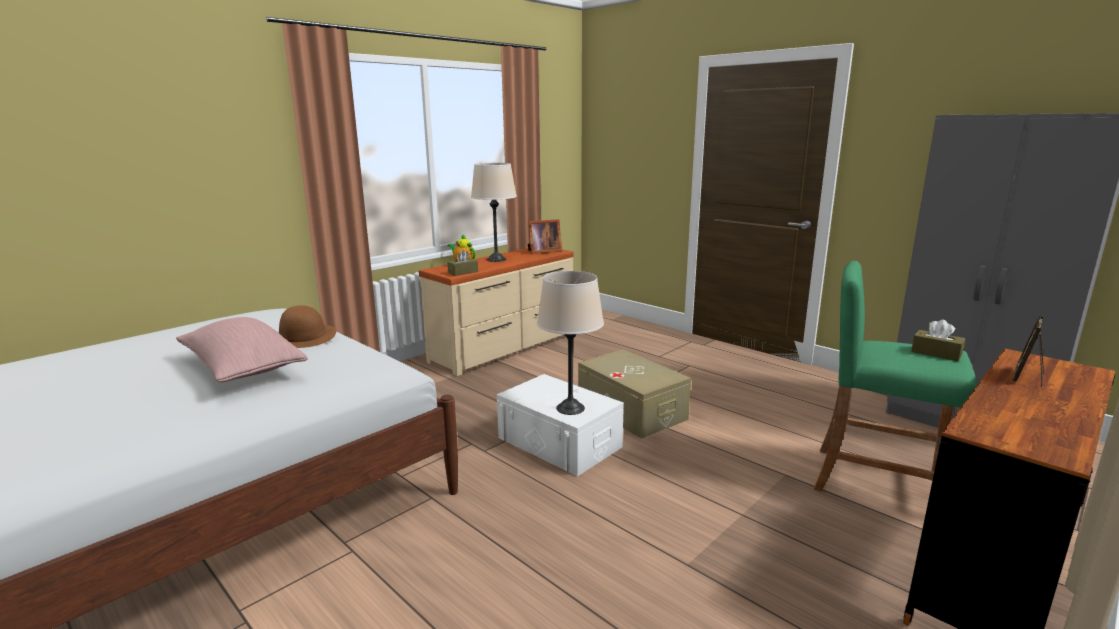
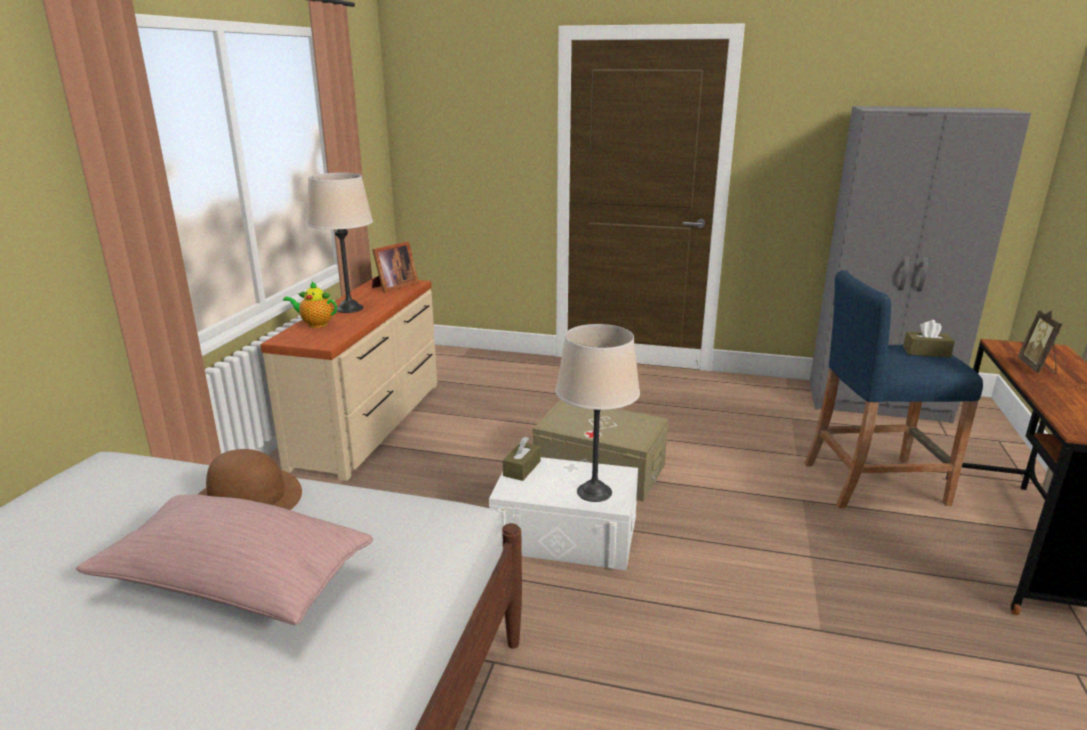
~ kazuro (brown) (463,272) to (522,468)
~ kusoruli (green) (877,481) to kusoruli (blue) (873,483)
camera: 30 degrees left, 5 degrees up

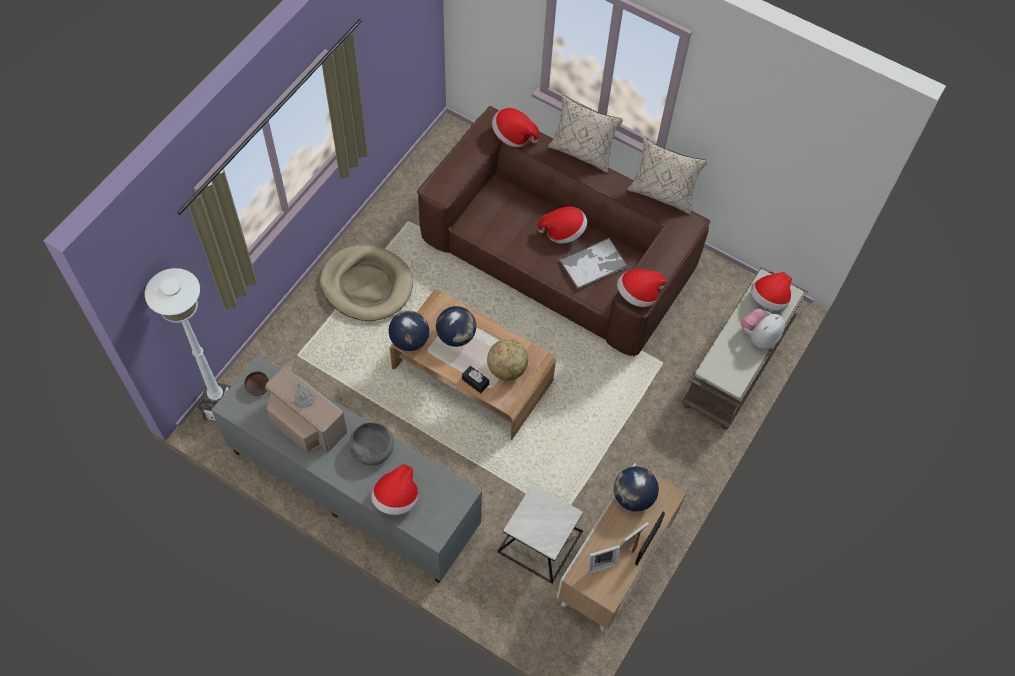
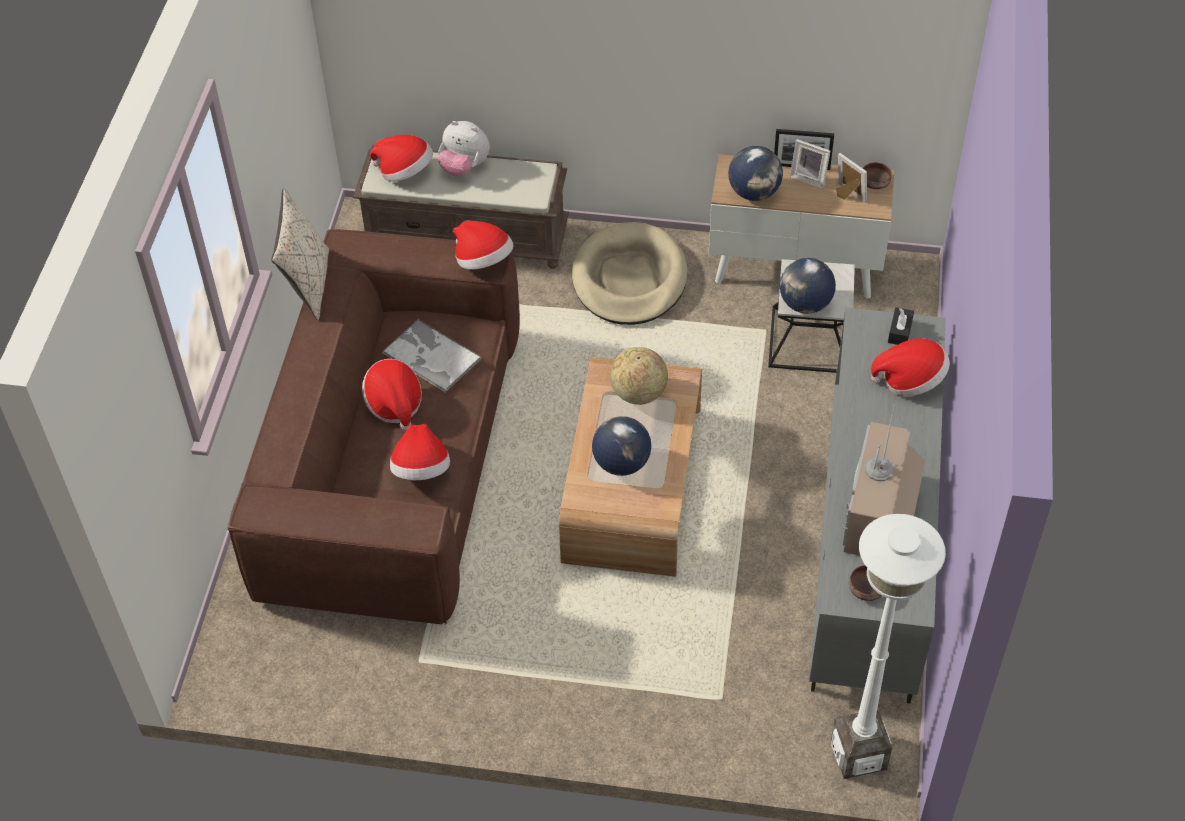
- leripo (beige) (582,152)
~ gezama (513,135) to (421,470)
~ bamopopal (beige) (367,285) to (629,279)
~ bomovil (409,340) to (805,304)
~ kazuro (black) (475,382) to (900,331)
- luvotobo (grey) (372,448)
+ luvotobo (brown) (875,182)
camera: 110 degrees left, 10 degrees down

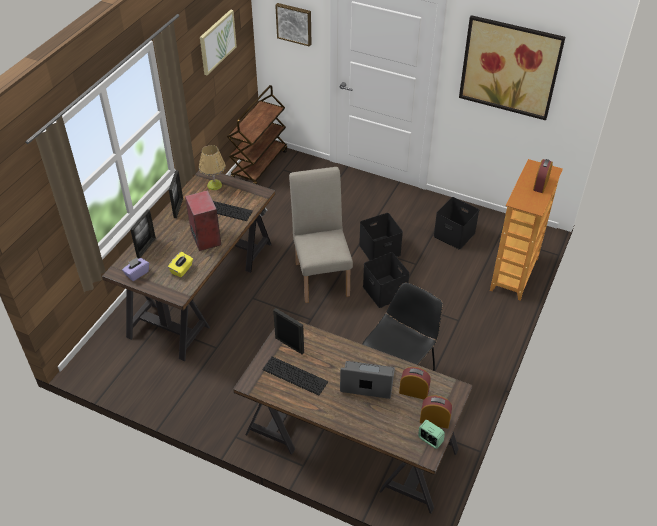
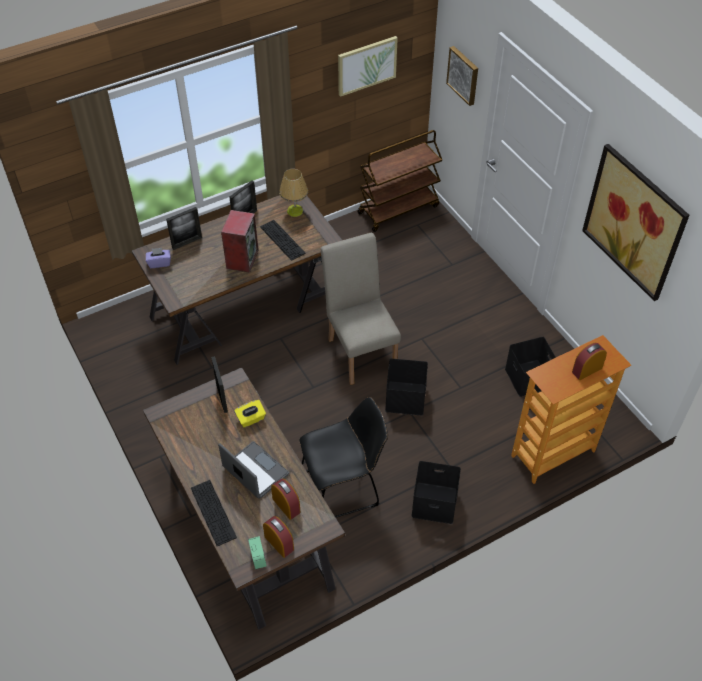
~ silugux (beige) (321,275) = (360,350) 45 degrees counterclockwise
~ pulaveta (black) (380,249) to (435,502)
~ kazuro (yellow) (182,270) to (251,419)
~ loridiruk (295,375) to (213,512)
camera: 35 degrees right, 5 degrees up

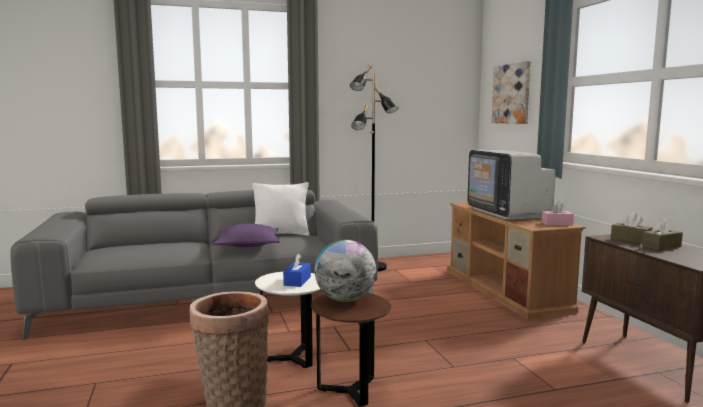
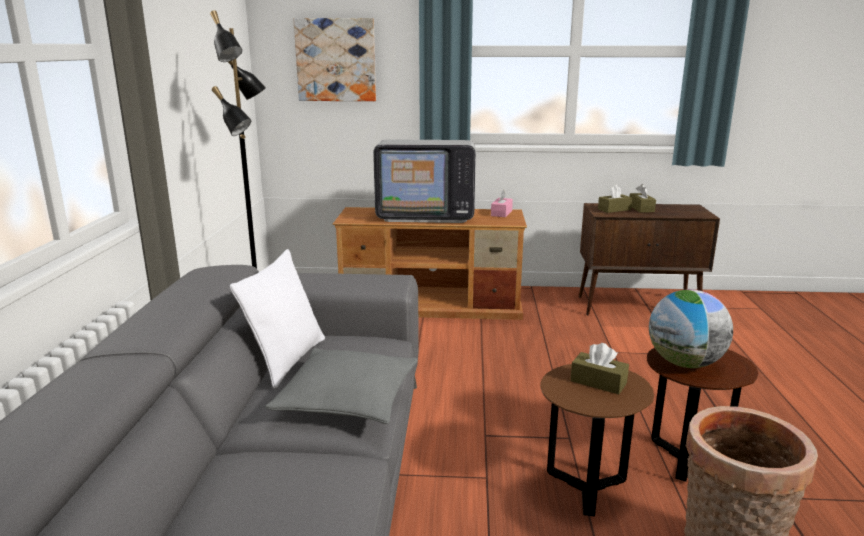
~ leripo (purple) (248,245) to leripo (grey) (347,399)
~ kazuro (blue) (297,281) to kazuro (brown) (598,382)
~ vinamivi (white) (292,358) to vinamivi (brown) (586,489)
camera: 70 degrees left, 10 degrees up

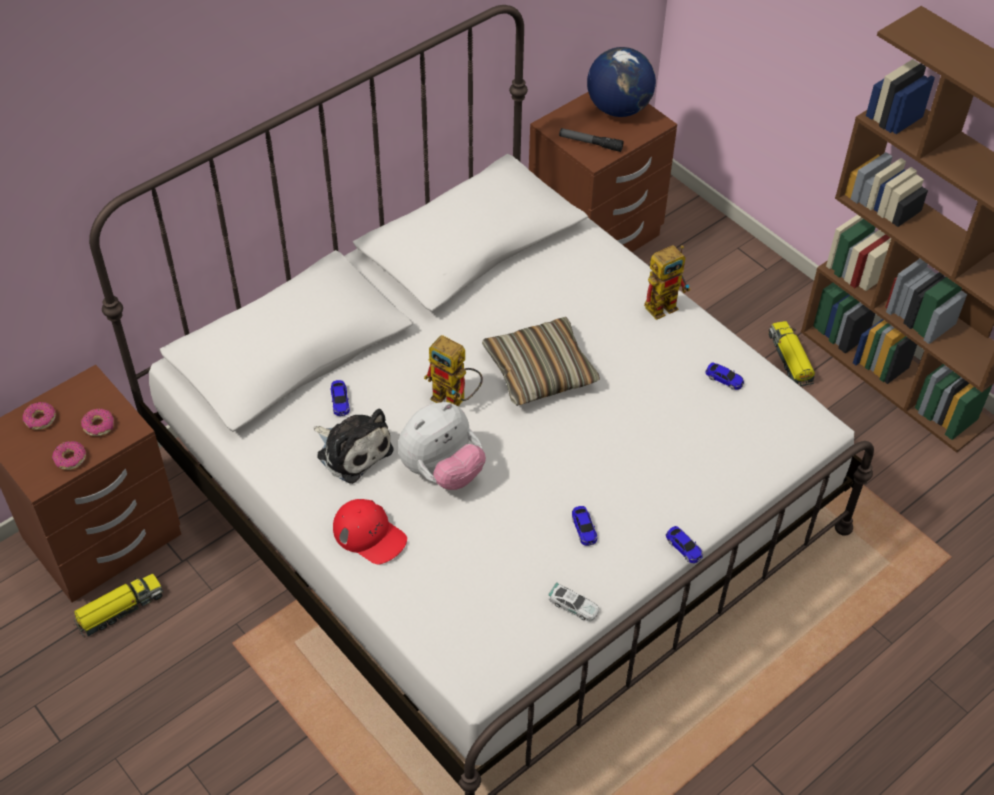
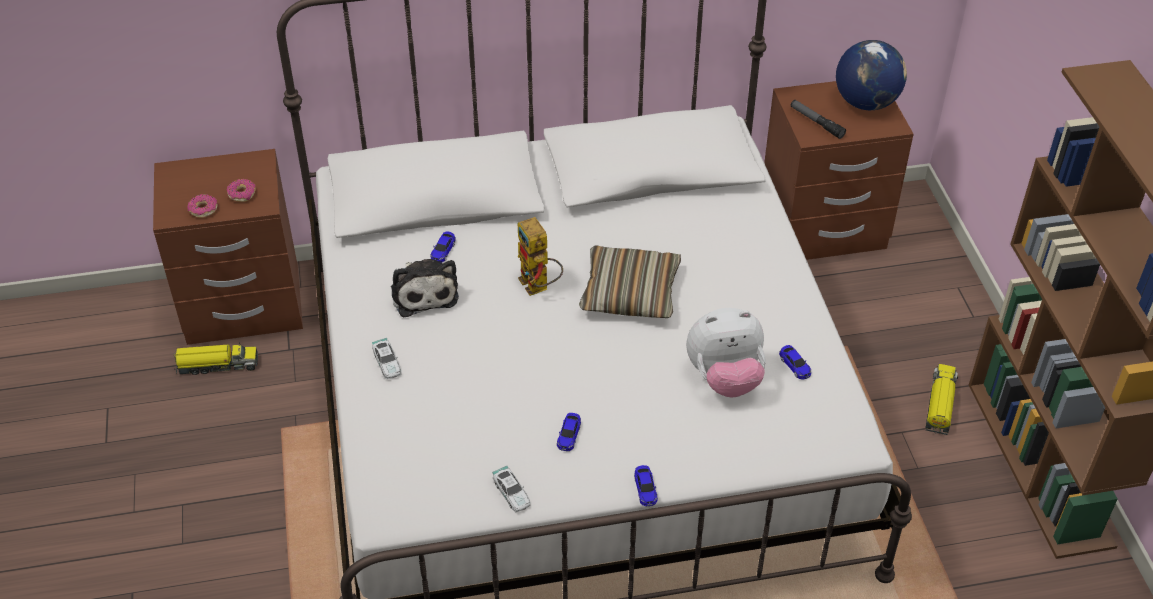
- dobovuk (665,304)
- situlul (40,419)
~ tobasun (442,471) to (725,378)
~ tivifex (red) (369,535) to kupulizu (387,363)
camera: 30 degrees right, 5 degrees down

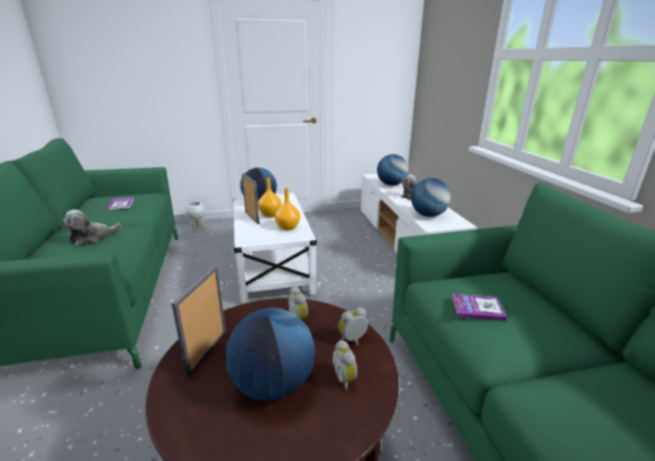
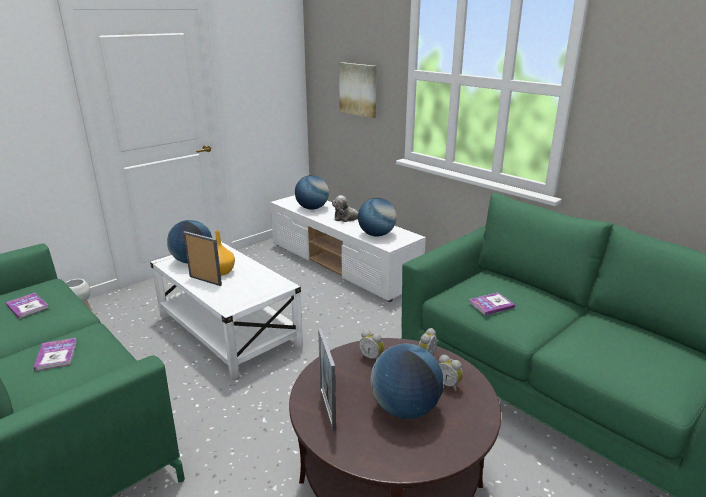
- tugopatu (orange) (288,227)
~ tobasun (92,238) to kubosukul (56,355)
+ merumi (358,89)
camera: 30 degrees left, 0 degrees up

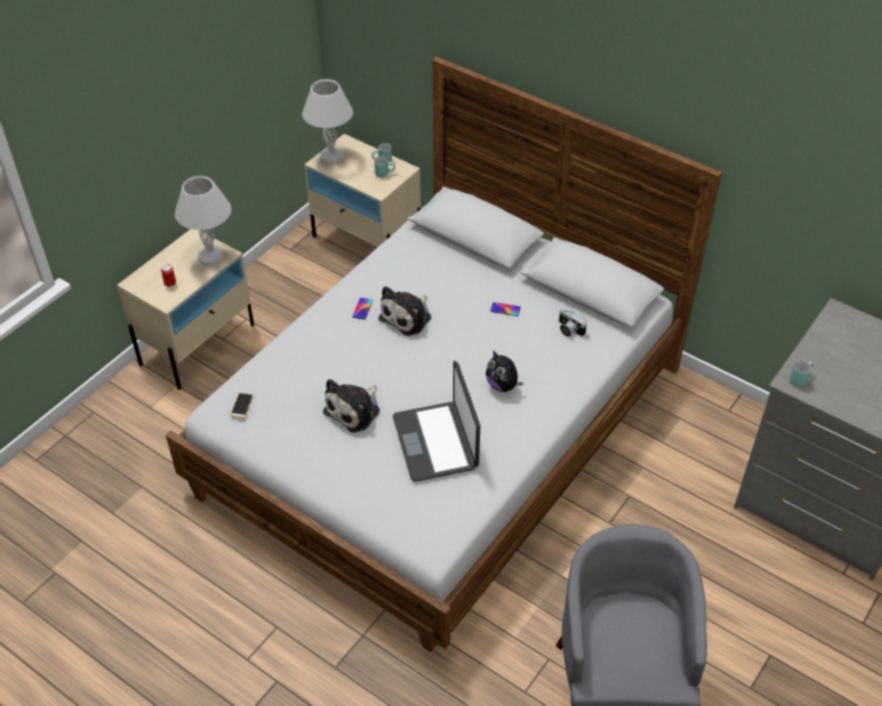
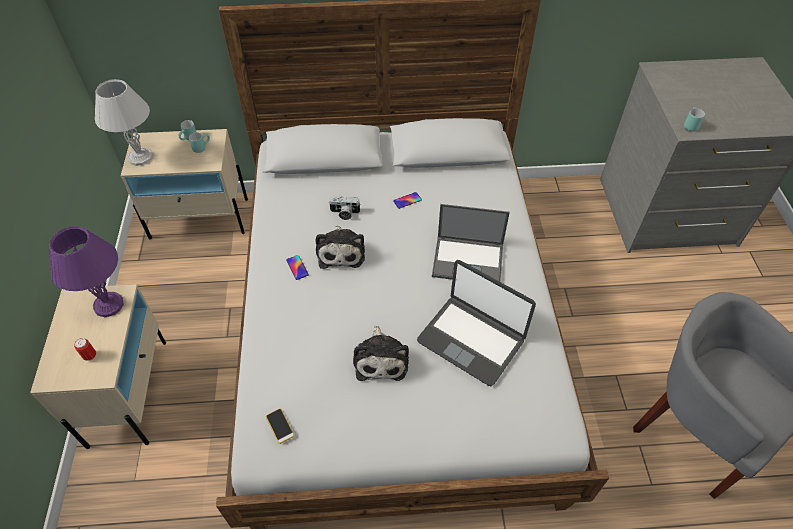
~ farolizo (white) (212,257) to farolizo (purple) (110,305)
~ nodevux (569,329) to (344,213)
~ tobasun (502,385) to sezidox (469,260)
camera: 40 degrees left, 5 degrees up

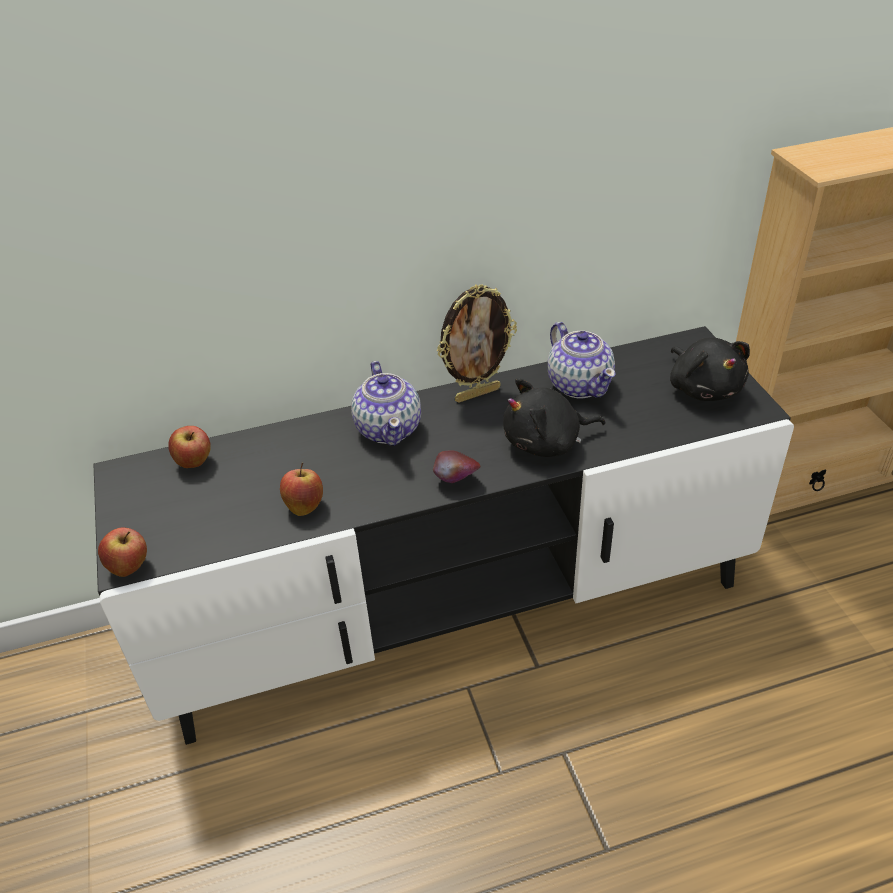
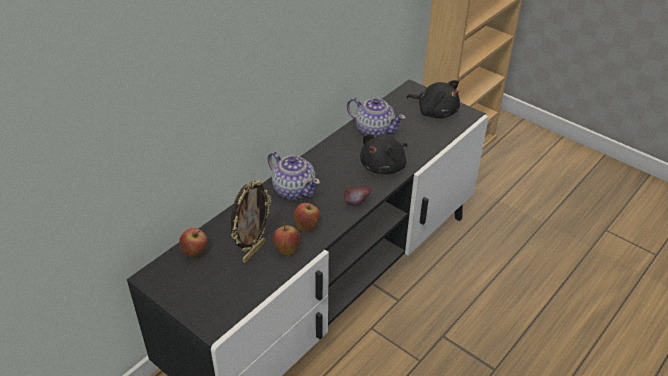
~ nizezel (477,394) to (253,251)
~ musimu (130,567) to (306,226)
camera: 35 degrees left, 0 degrees up

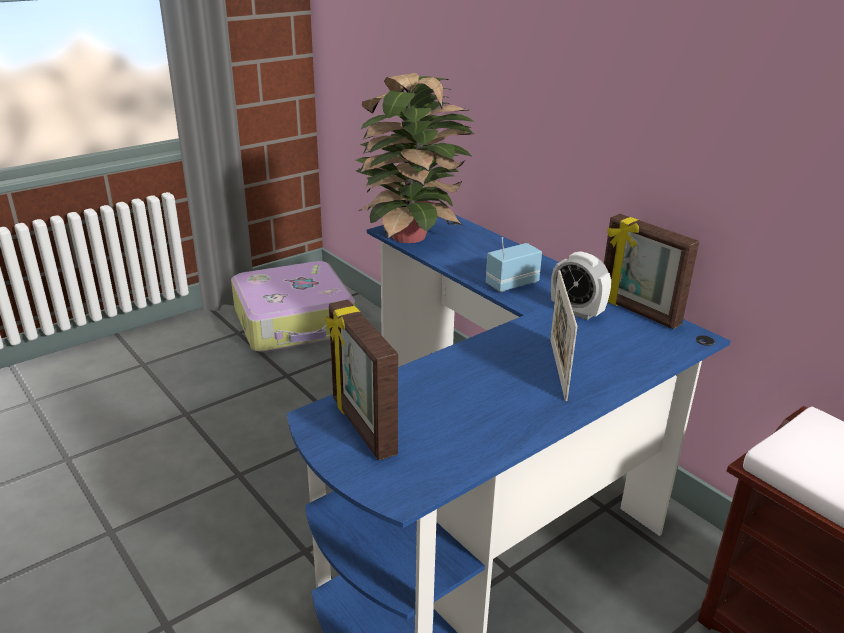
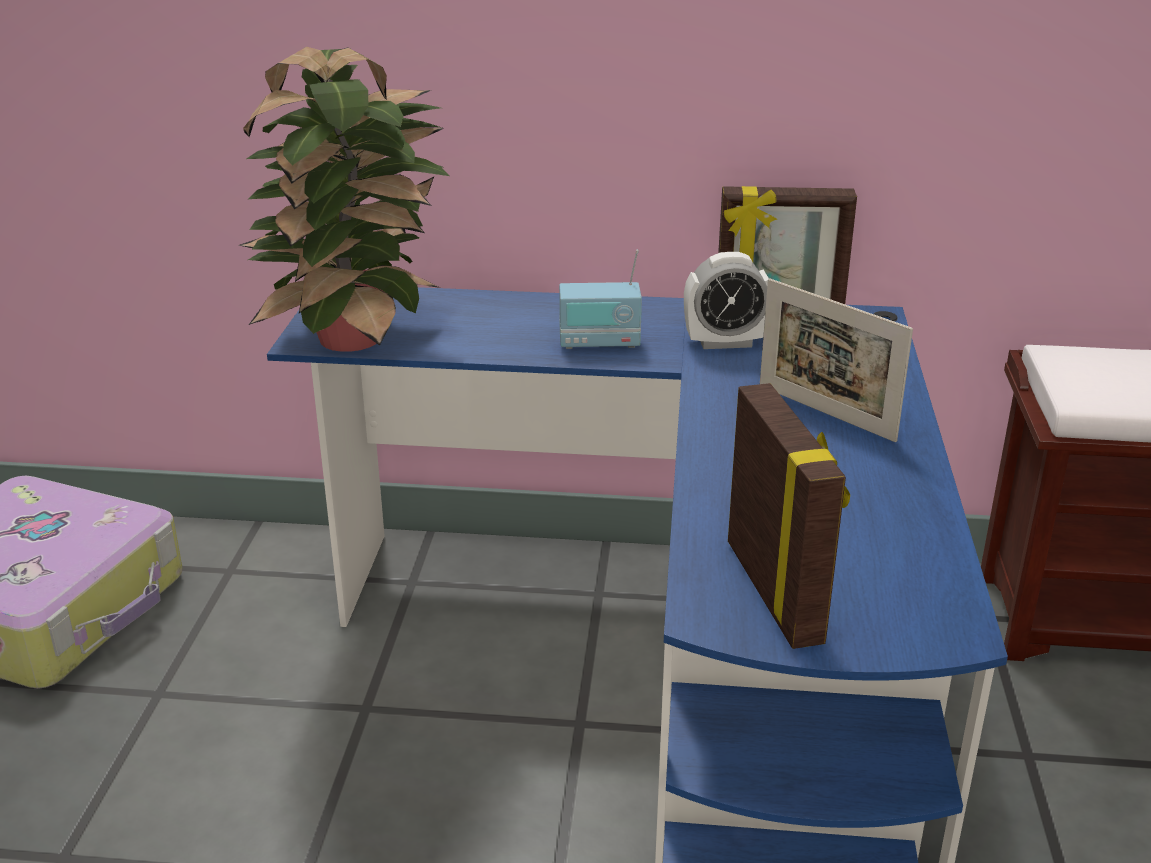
~ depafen (511,284) = (599,343) 105 degrees counterclockwise
~ nizezel (362,427) = (776,592) 120 degrees counterclockwise
camera: 45 degrees left, 0 degrees up

